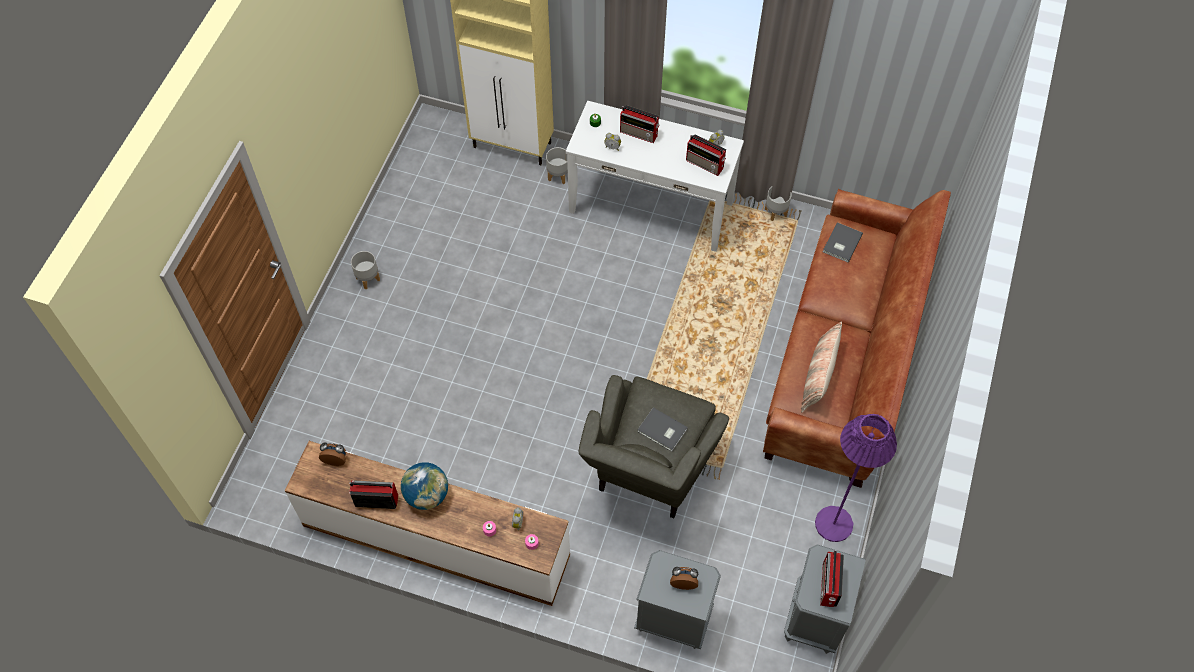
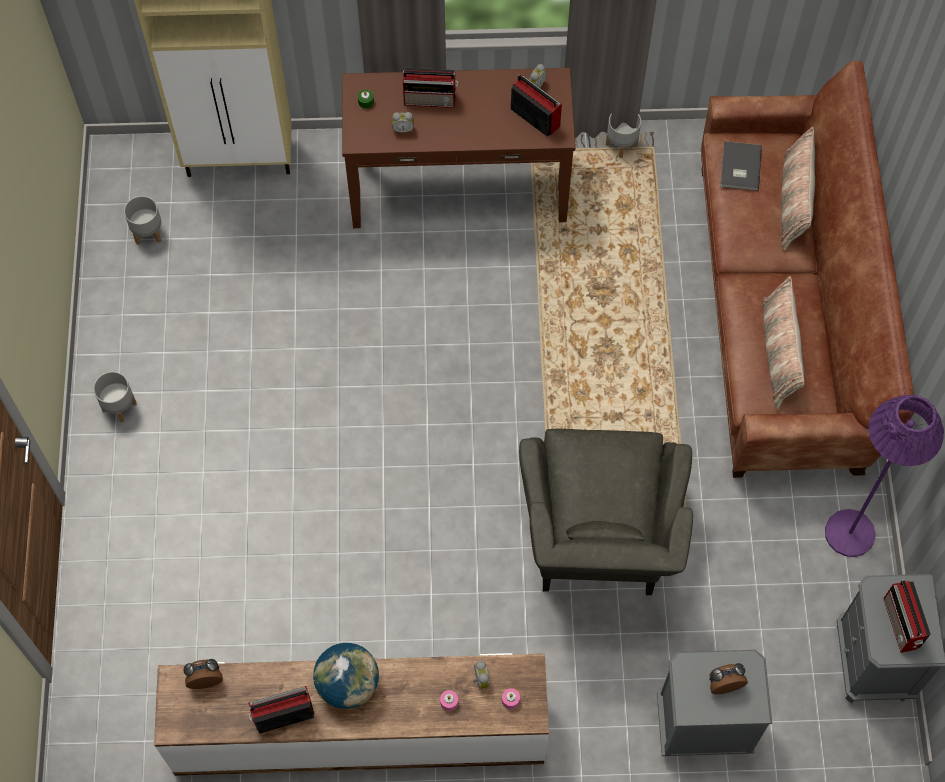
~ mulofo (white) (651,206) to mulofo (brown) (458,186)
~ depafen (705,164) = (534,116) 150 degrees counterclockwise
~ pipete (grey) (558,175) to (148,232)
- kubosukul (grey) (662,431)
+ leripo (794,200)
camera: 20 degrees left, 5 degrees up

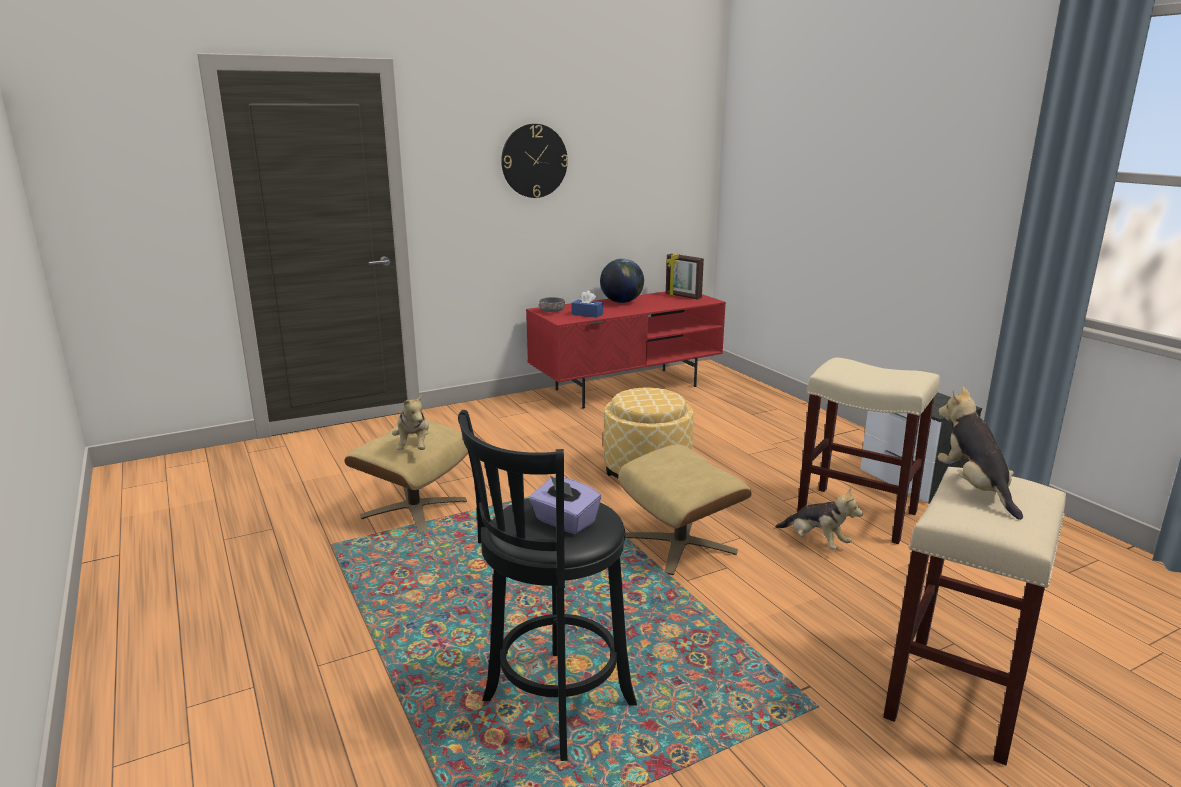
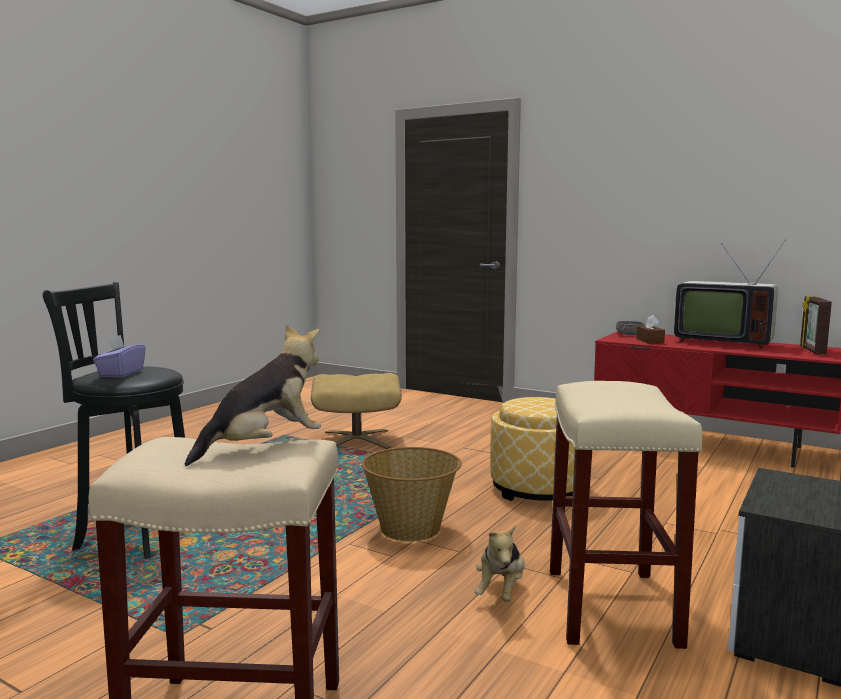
- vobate (534,161)
~ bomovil (621,302) to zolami (722,342)
~ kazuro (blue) (587,314) to kazuro (brown) (649,341)
- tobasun (414,446)
~ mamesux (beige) (680,544) to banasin (411,528)
camera: 60 degrees right, 10 degrees down

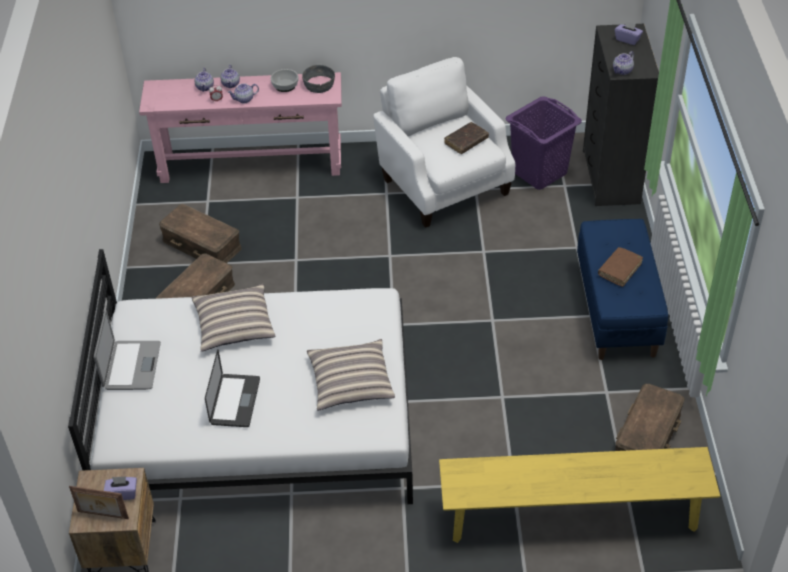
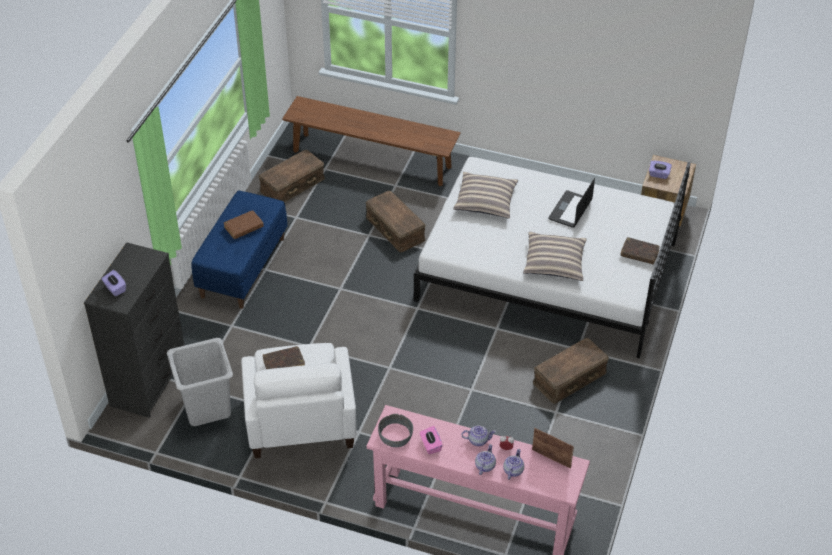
- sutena (622,71)
~ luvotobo (284,85) to kazuro (pink) (430,445)
~ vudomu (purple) (540,172) to vudomu (grey) (206,407)
~ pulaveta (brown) (202,244) to (394,228)
~ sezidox (131,366) to kubosukul (brown) (639,254)
~ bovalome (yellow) (572,517) to bovalome (brown) (372,159)
~ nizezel (102,515) to (551,458)
camera: 160 degrees left, 0 degrees up

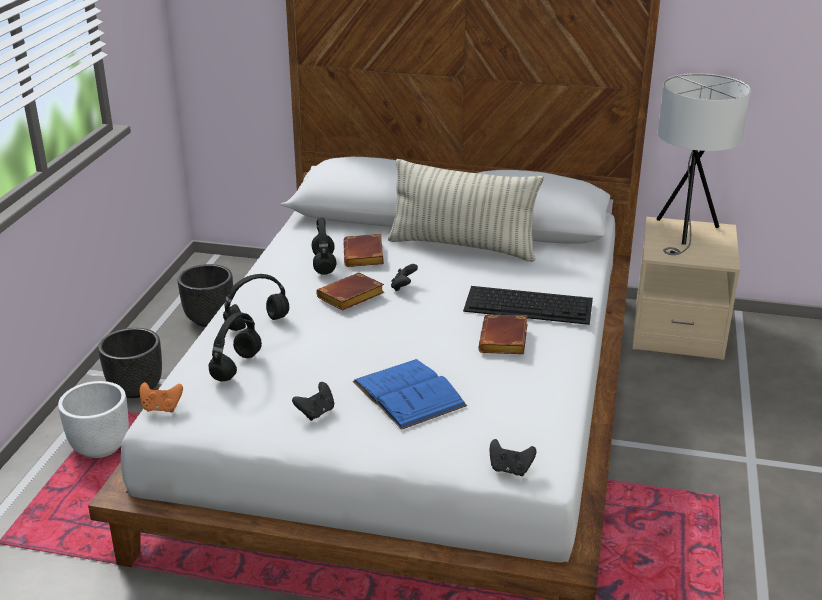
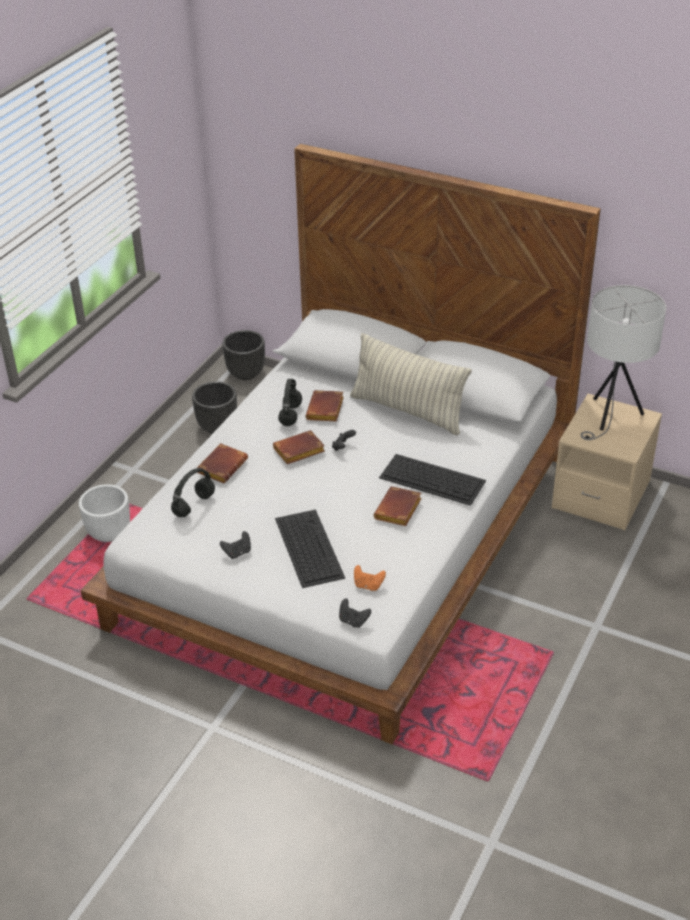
~ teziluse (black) (258,323) to kubosukul (brown) (222,466)
~ pipete (black) (136,388) to (246,373)
~ kubosukul (blue) (408,394) to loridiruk (308,547)
~ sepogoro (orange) (161,408) to (368,585)
camera: 15 degrees right, 10 degrees up

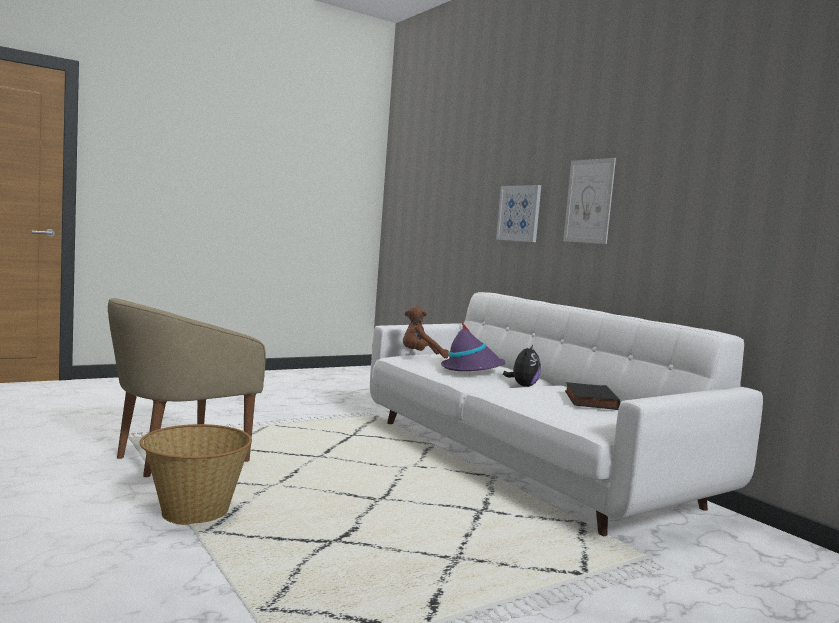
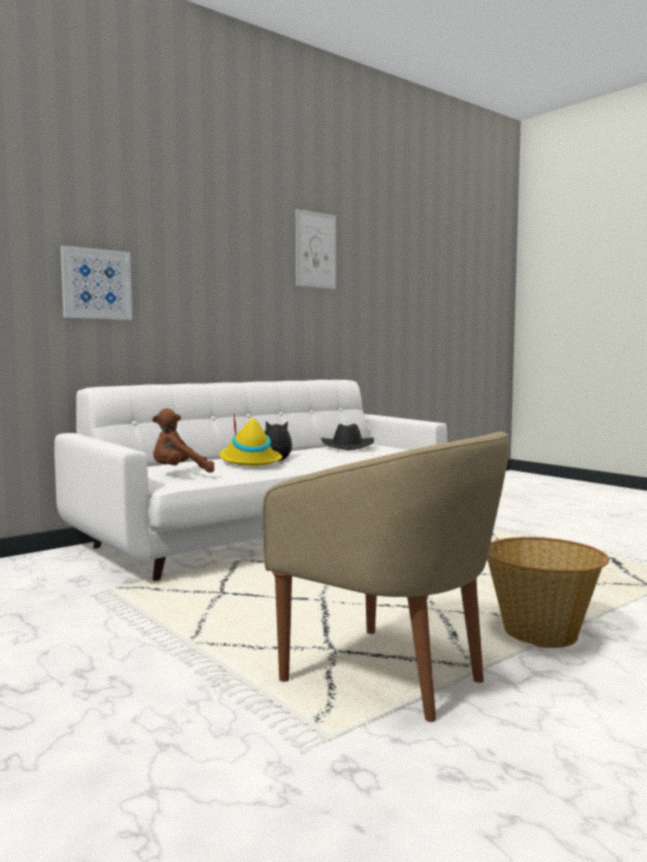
~ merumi (589,201) to (315,250)
~ tobasun (brown) (421,356) = (179,473) 90 degrees clockwise
~ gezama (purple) (472,369) to gezama (yellow) (249,461)
~ kubosukul (black) (588,400) to gezama (black) (347,446)
camera: 95 degrees left, 0 degrees up

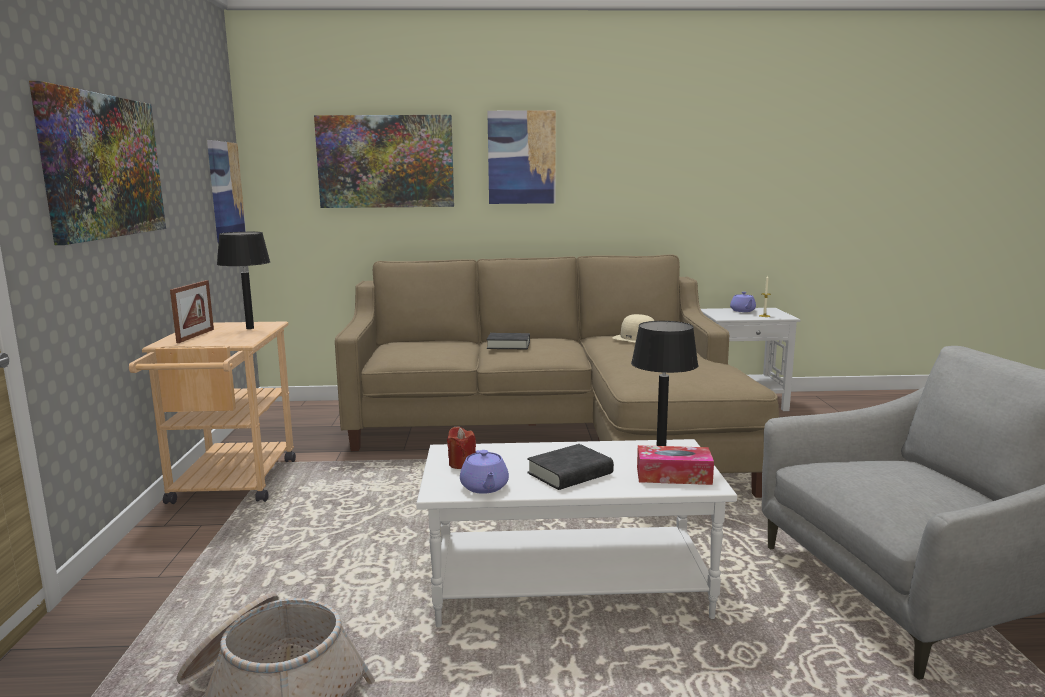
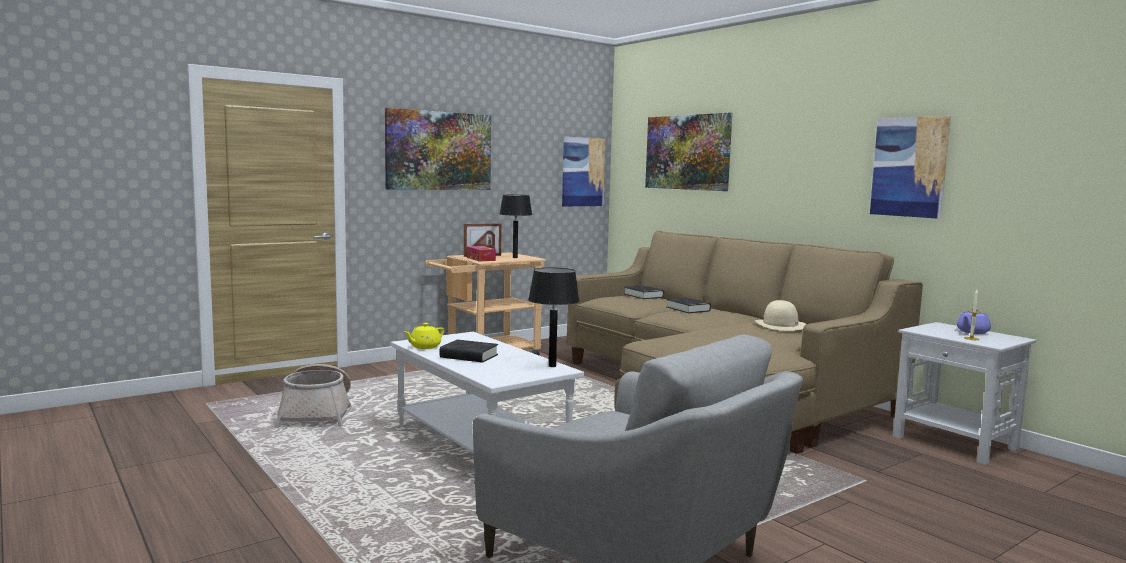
~ merumi (521,157) to (909,167)
- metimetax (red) (461,464)
~ kazuro (673,475) to (480,259)
~ sutena (purple) (484,487) to sutena (yellow) (424,347)
+ kubosukul (black) (643,296)
camera: 55 degrees right, 5 degrees down

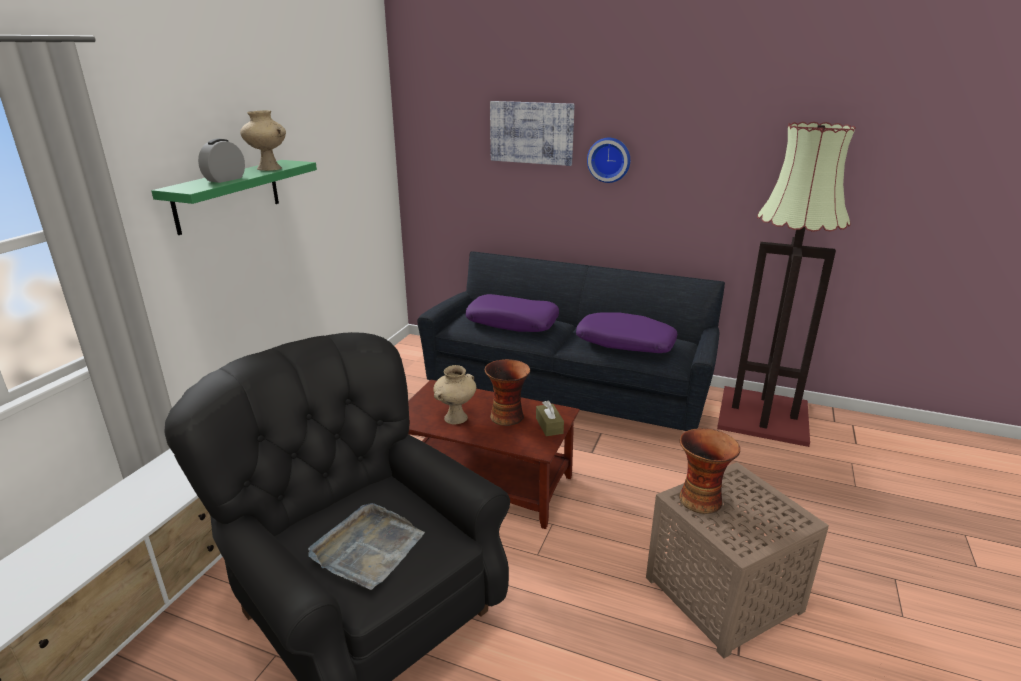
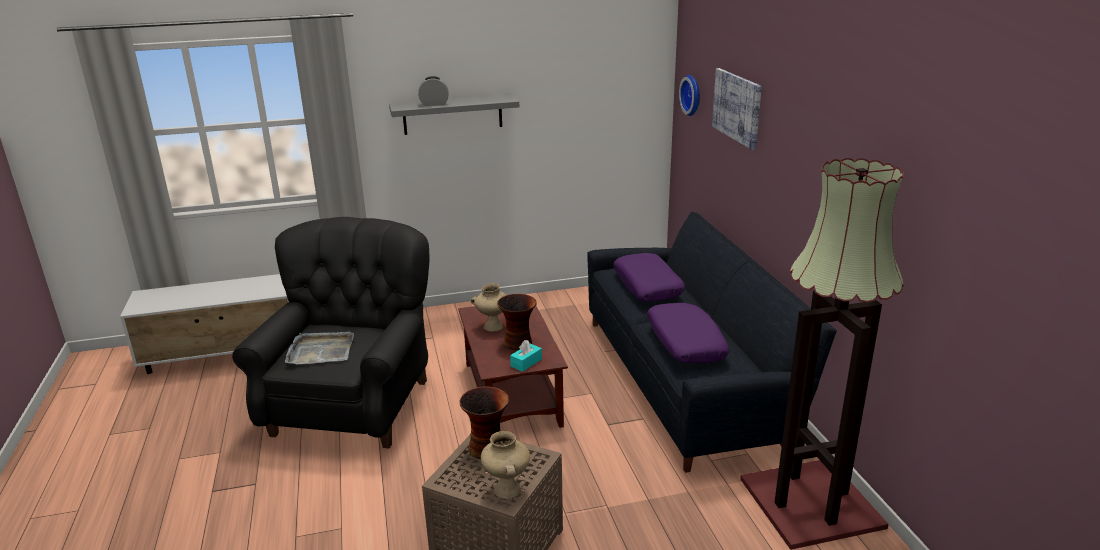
~ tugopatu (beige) (268,168) to (506,489)
~ vobate (609,159) to (693,95)
~ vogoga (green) (228,195) to vogoga (grey) (452,114)
~ kazuro (brown) (549,426) to kazuro (turquoise) (526,363)
camera: 55 degrees right, 0 degrees up

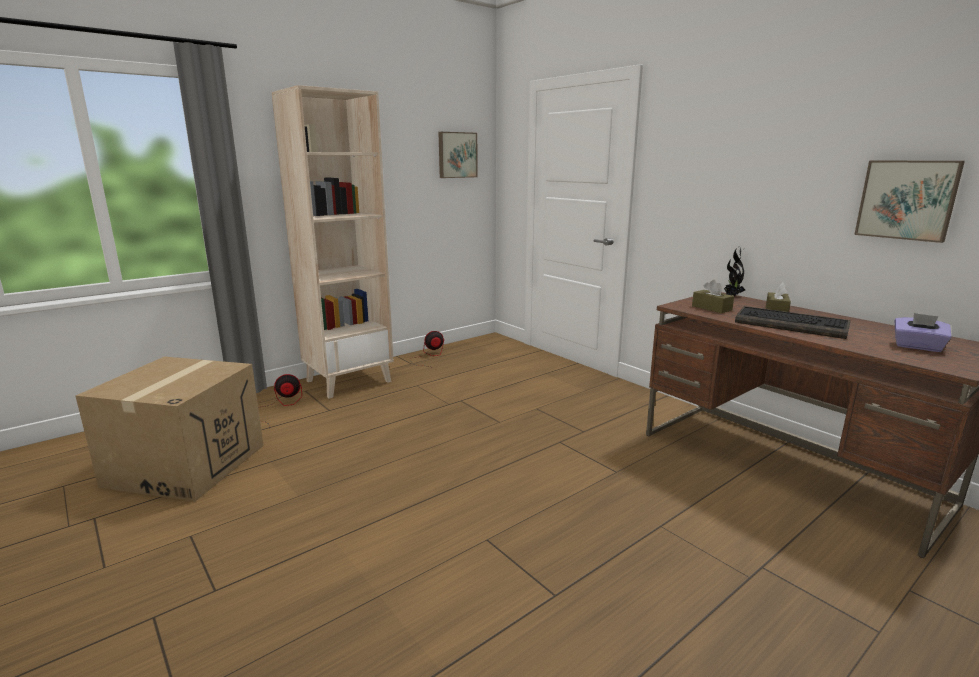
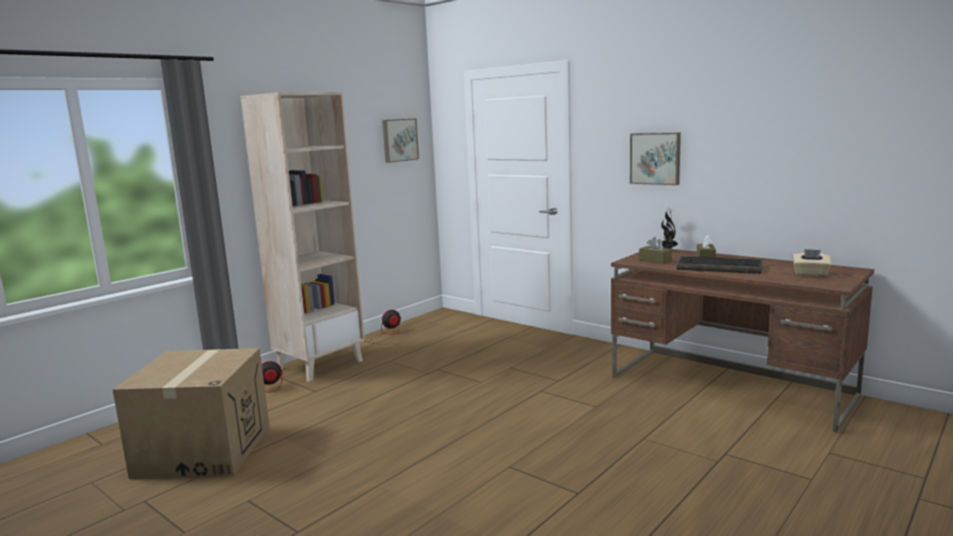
~ merumi (907,200) to (655,158)
~ kazuro (purple) (917,347) to kazuro (beige) (810,274)
camera: 10 degrees left, 5 degrees down

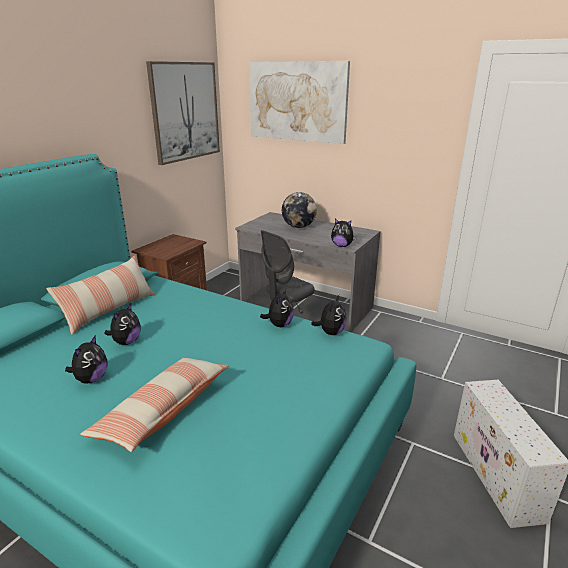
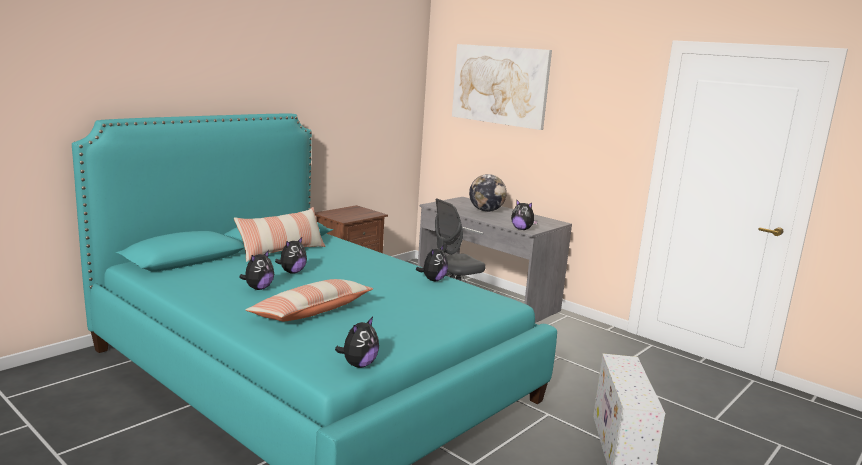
- merumi (185,111)
~ tobasun (330,332) to (358,364)
camera: 10 degrees right, 10 degrees down

